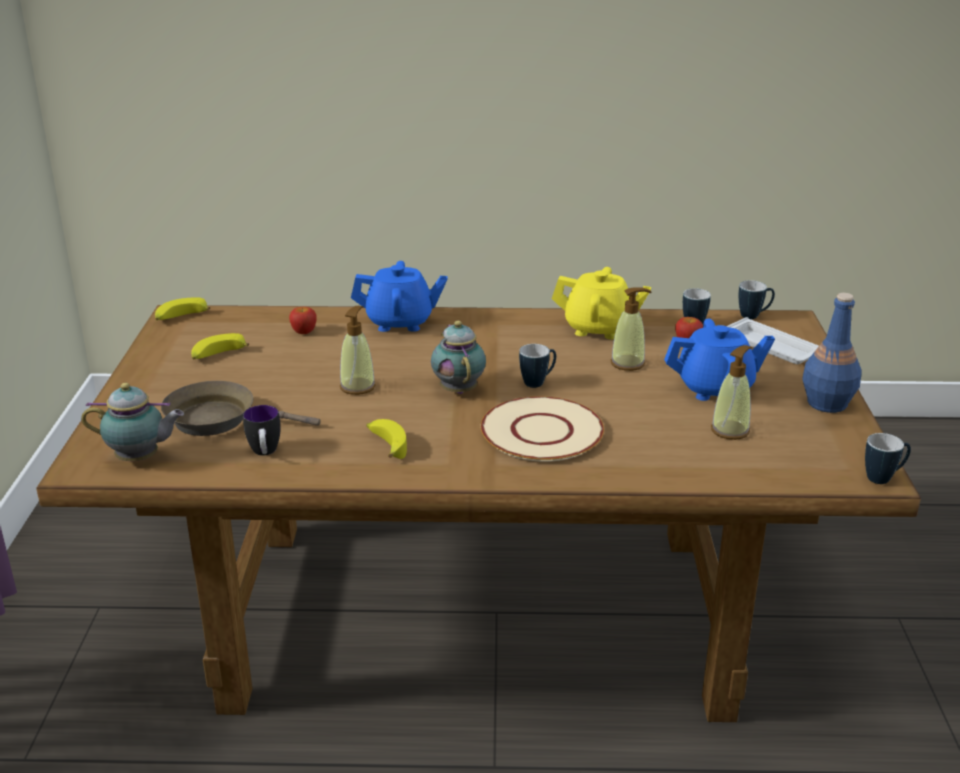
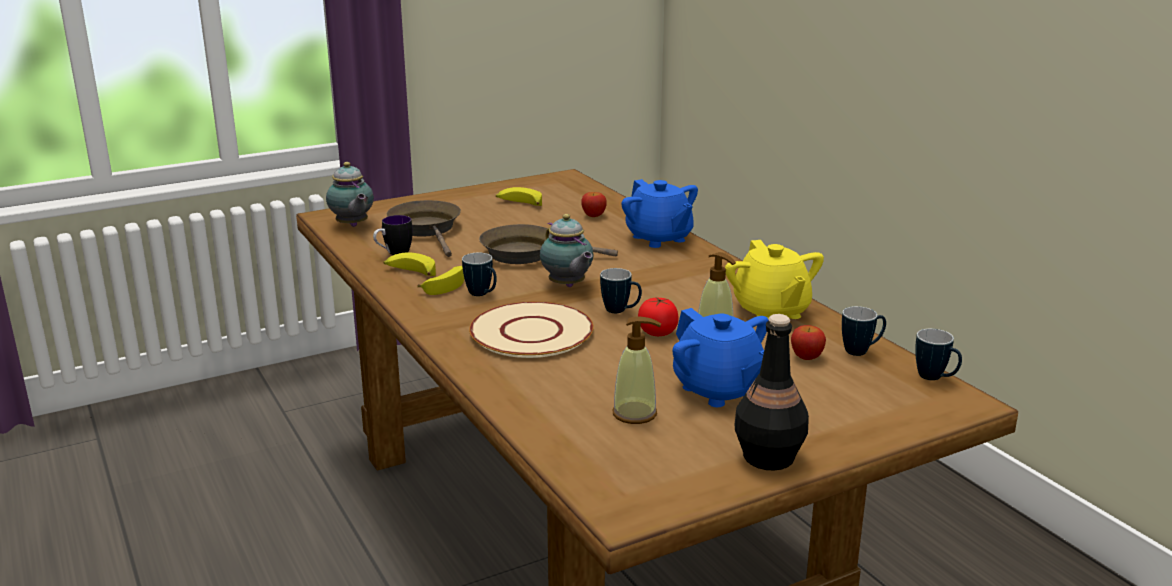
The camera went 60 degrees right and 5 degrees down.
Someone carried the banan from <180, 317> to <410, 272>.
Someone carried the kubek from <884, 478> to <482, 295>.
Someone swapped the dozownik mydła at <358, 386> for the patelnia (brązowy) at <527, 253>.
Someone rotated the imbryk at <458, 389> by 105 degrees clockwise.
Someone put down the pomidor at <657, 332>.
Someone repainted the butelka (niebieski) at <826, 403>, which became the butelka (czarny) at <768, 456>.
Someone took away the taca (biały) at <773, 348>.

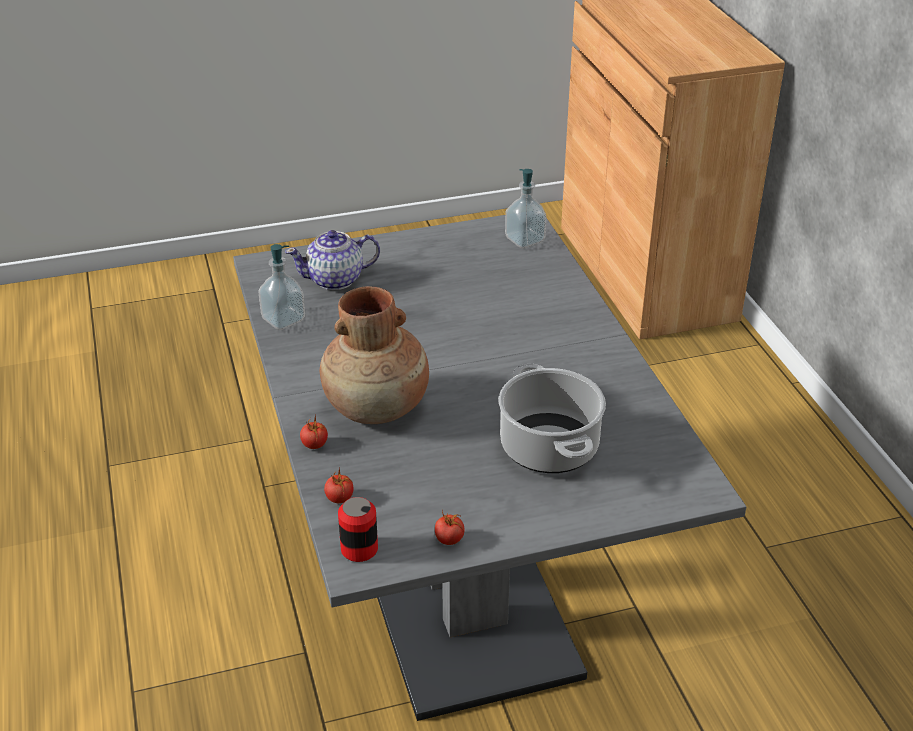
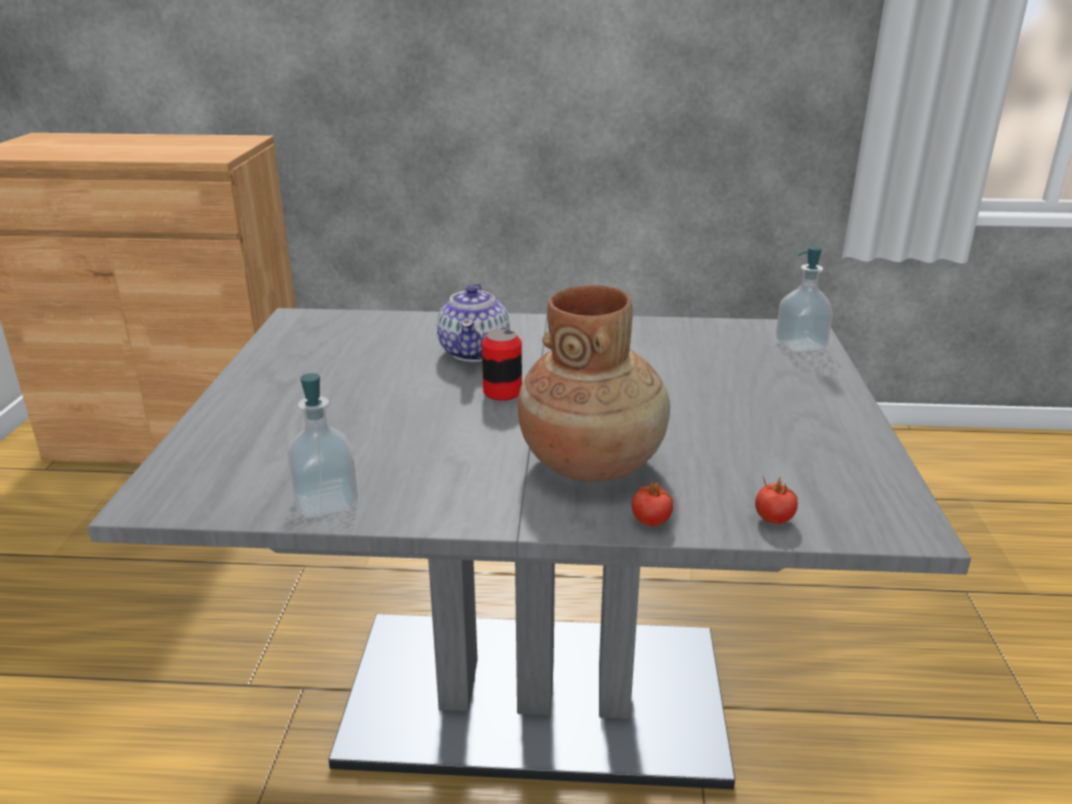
The camera went 70 degrees left and 10 degrees down.
Someone carried the imbryk from <336, 280> to <475, 351>.
Someone carried the puszka from <359, 549> to <502, 392>.
Someone carried the dozownik mydła from <524, 240> to <800, 345>.
Someone took away the pomidor at <449, 540>.
Someone took away the garnek at <550, 447>.

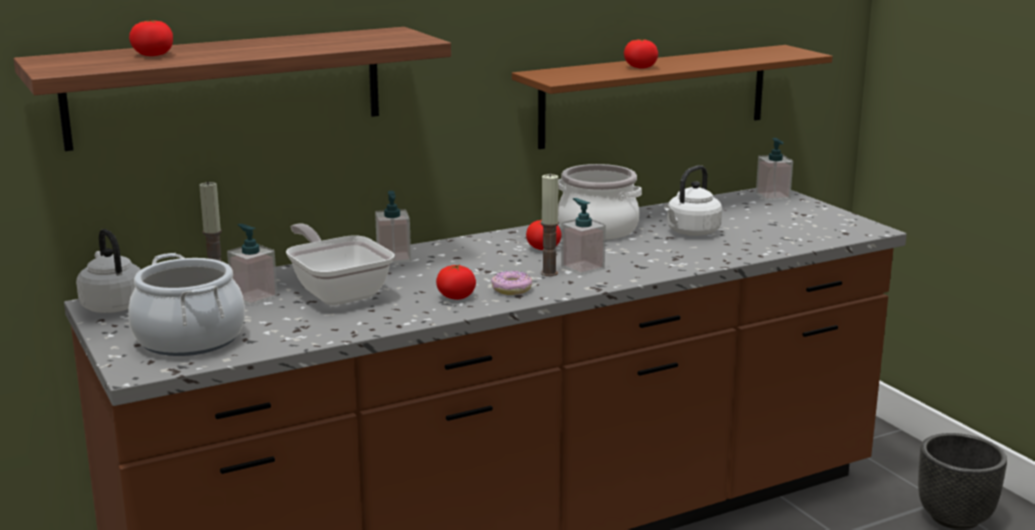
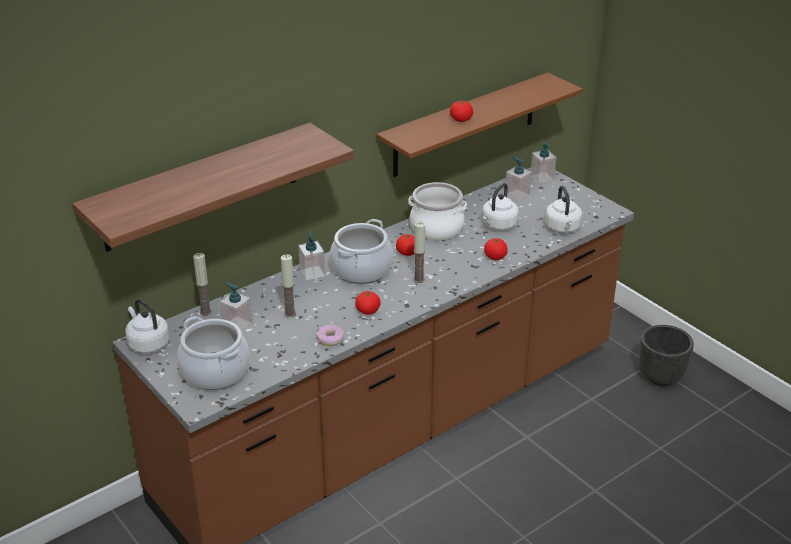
The camera went 10 degrees left and 15 degrees up.
Someone swapped the patelnia at <337, 292> for the świeca at <290, 314>.
Someone carried the donut from <511, 289> to <330, 339>.
Someone put down the garnek at <361, 270>.
Someone carried the pomidor from <153, 55> to <495, 257>.
Someone carried the dozownik mydła from <582, 268> to <517, 195>.
Someone put down the czajnik (biały) at <563, 228>.

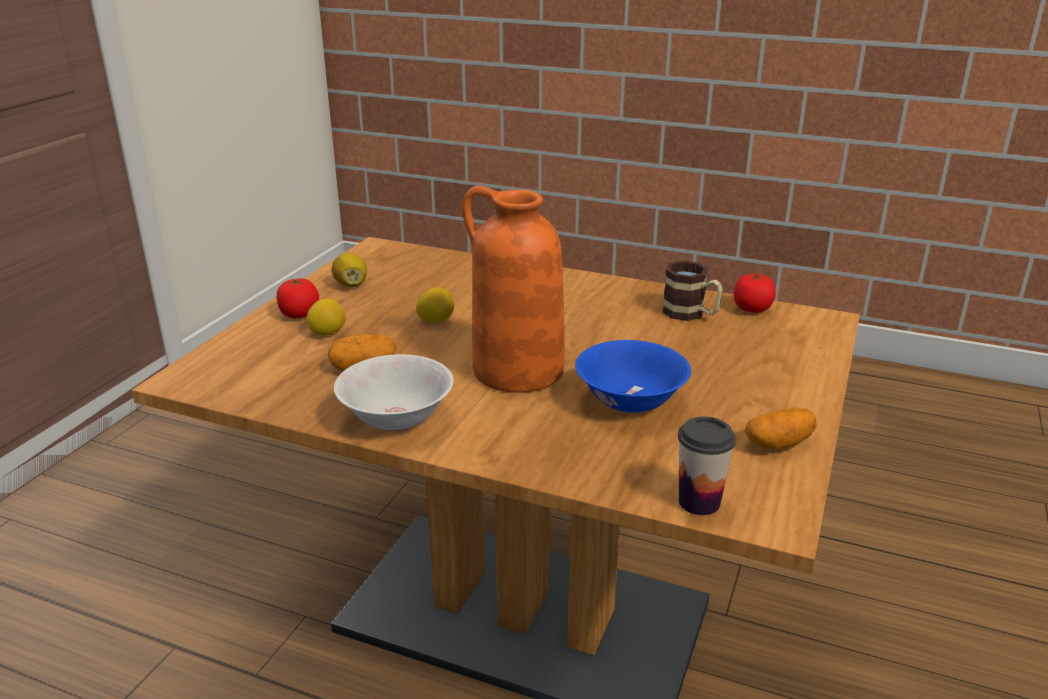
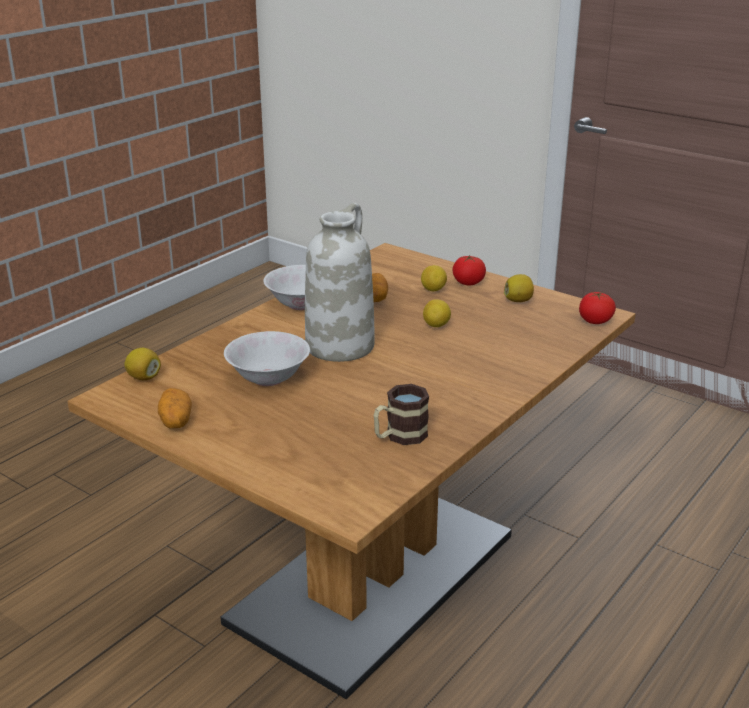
The camera went 105 degrees right and 0 degrees up.
Someone swapped the filiżanka at <699, 502> for the cytryna at <144, 377>.
Someone repainted the miska (niebieski) at <631, 402>, which became the miska (biały) at <268, 378>.
Someone repainted the wazon (pomarańczowy) at <516, 371>, which became the wazon (biały) at <340, 345>.
Someone carried the pomidor from <752, 309> to <595, 321>.

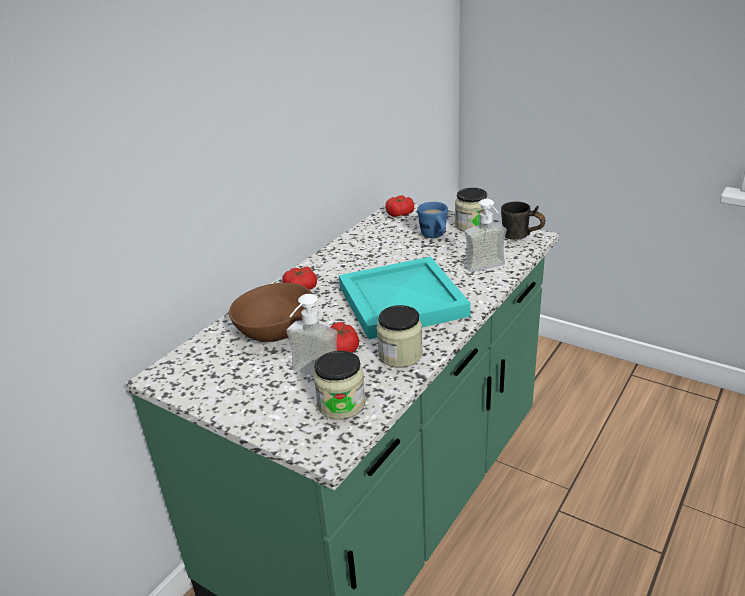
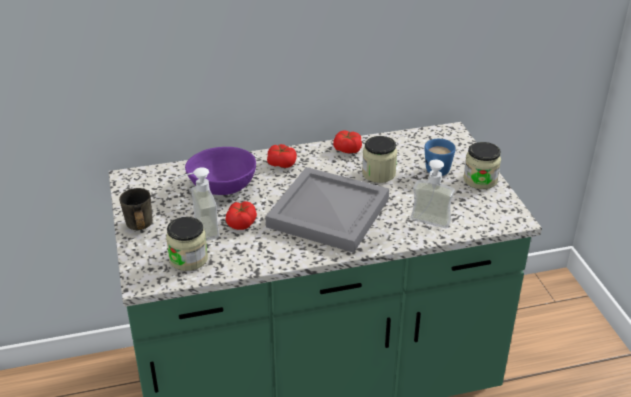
The camera went 40 degrees right and 5 degrees up.
Someone carried the kubek (szary) from <519, 238> to <137, 228>.
Someone repainted the miska (brązowy) at <277, 331>, which became the miska (fioletowy) at <224, 187>.
Someone repainted the taca (turkusowy) at <403, 300>, which became the taca (szary) at <330, 212>.
Someone carried the pomidor from <400, 213> to <347, 149>.
Someone carried the słoik from <400, 355> to <378, 173>.

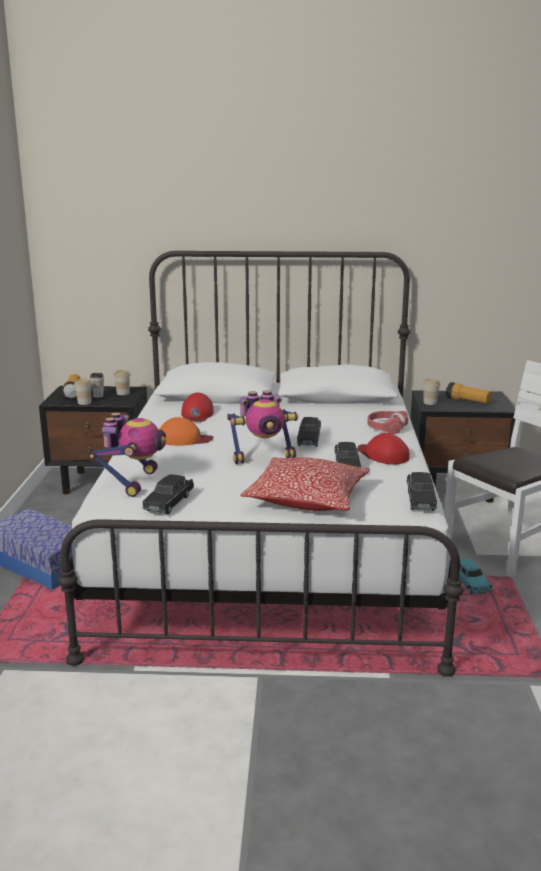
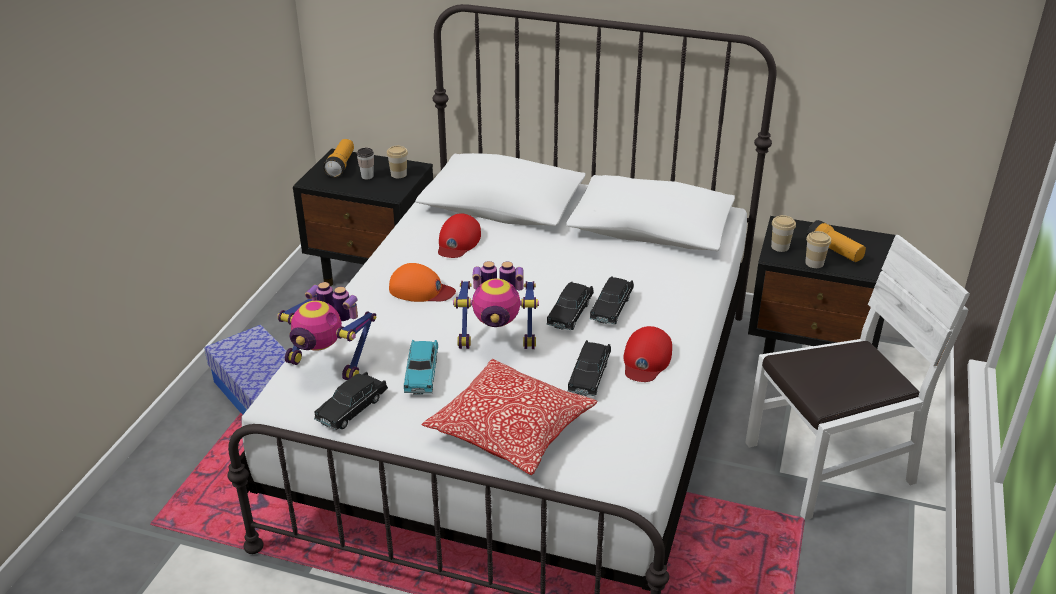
The camera went 15 degrees right and 15 degrees up.
Someone rotated the robot zabawkowy at <133, 482> by 90 degrees clockwise.
Someone carried the samochodzik (turkusowy) from <469, 583> to <422, 375>.
Someone carried the samochodzik (czarny) from <420, 500> to <611, 308>.
Someone rotated the czapka z daszkiem (czerwony) at <382, 455> by 135 degrees counterclockwise.
Someone carried the filiżanka from <84, 402> to <814, 263>.
Someone took away the słuchawki (czerwony) at <386, 427>.

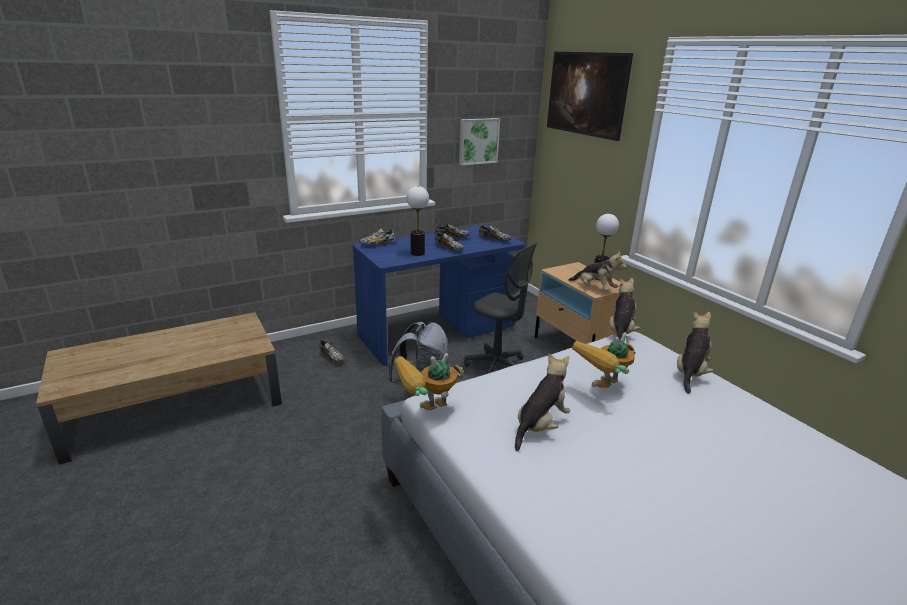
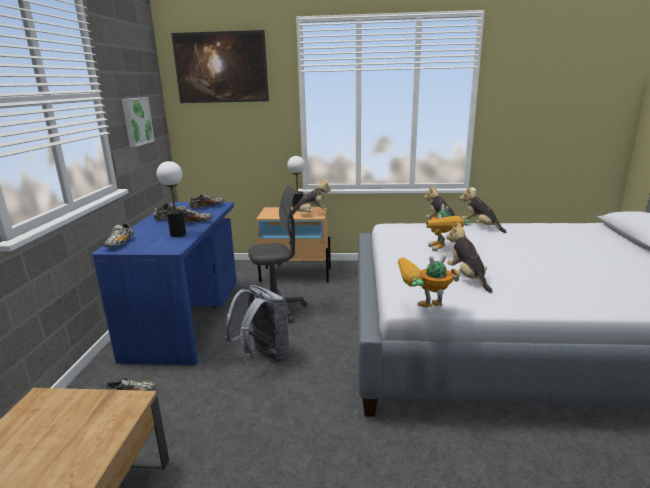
The camera went 55 degrees left and 5 degrees down.
Someone rotated the robot zabawkowy at <426, 414> by 75 degrees clockwise.
Someone carried the pluszak from <620, 332> to <480, 226>.

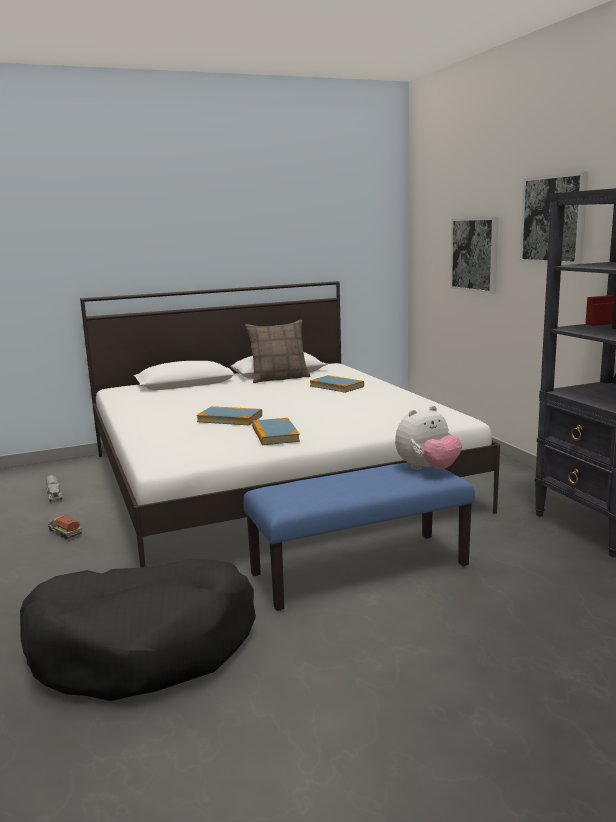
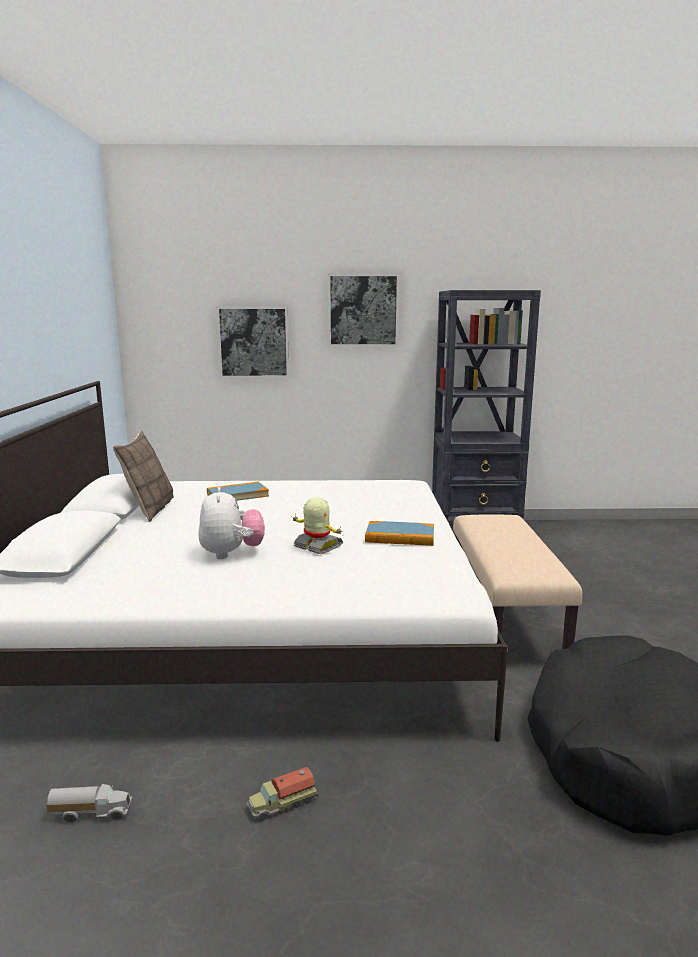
The camera went 70 degrees left and 0 degrees up.
Someone carried the pluszak from <427, 469> to <231, 554>.
Someone swapped the książka at <230, 419> for the robot zabawkowy at <317, 546>.
Someone repainted the ławka (niebieski) at <360, 569>, which became the ławka (beżowy) at <502, 619>.

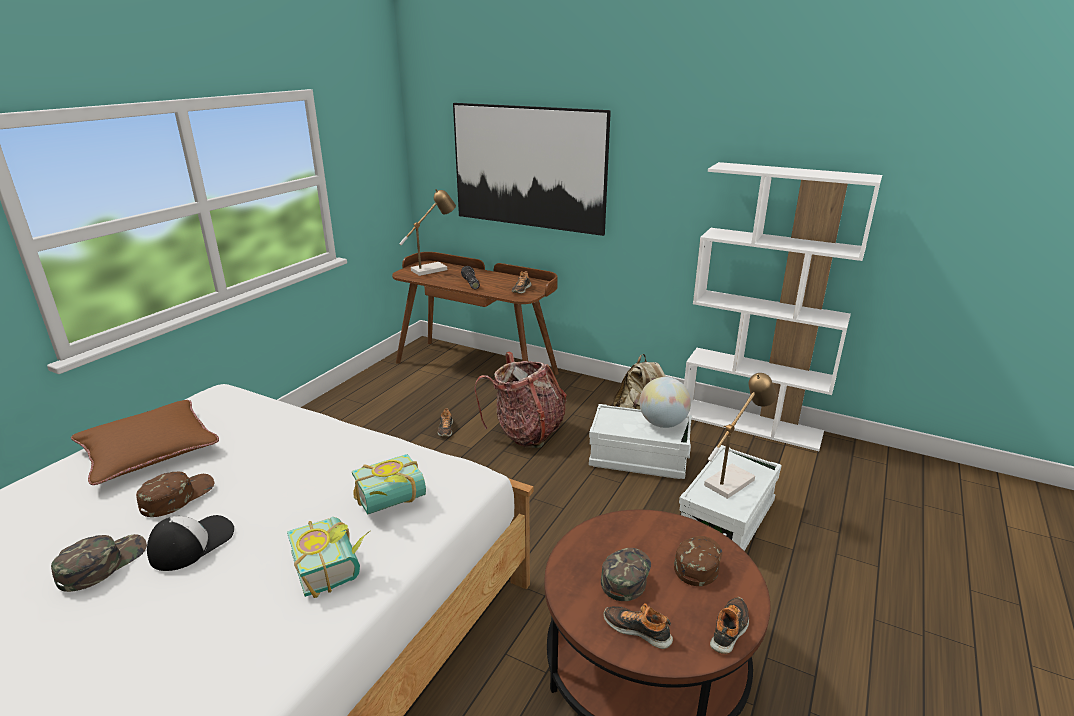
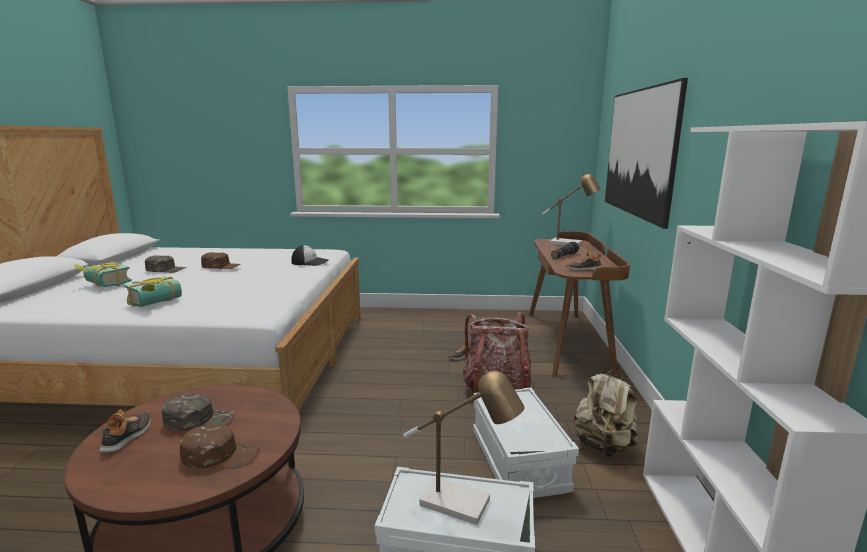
The camera went 65 degrees right and 10 degrees down.
Someone carried the książka from <393, 502> to <104, 285>.
Someone carried the czapka z daszkiem from <192, 543> to <310, 262>.
Someone took away the poduszka (brązowy) at <148, 450>.
Someone took away the globus at <662, 423>.
Someone took away the but at <730, 629>.

